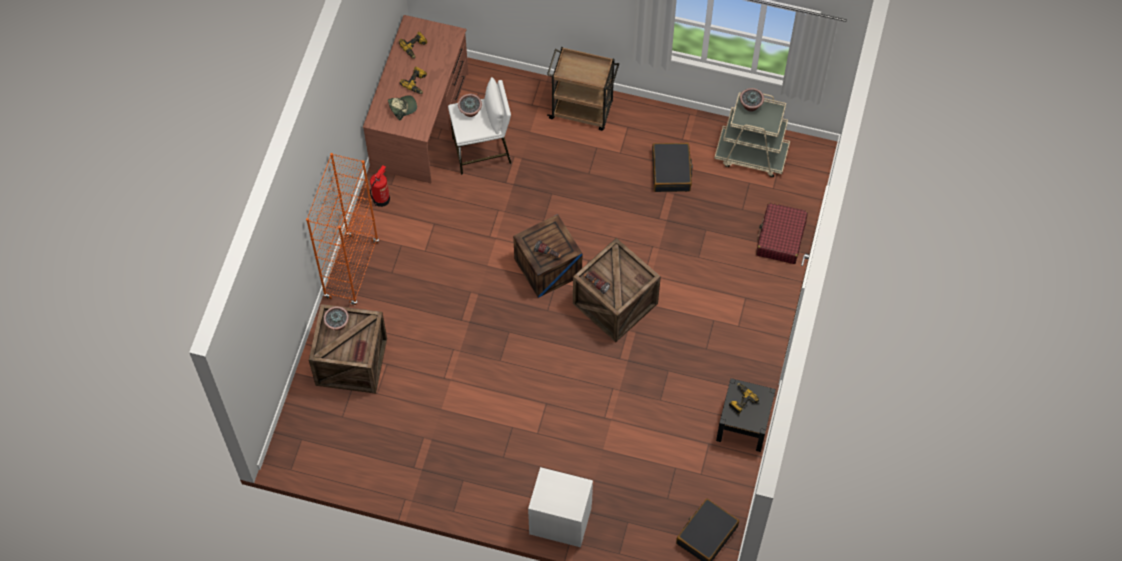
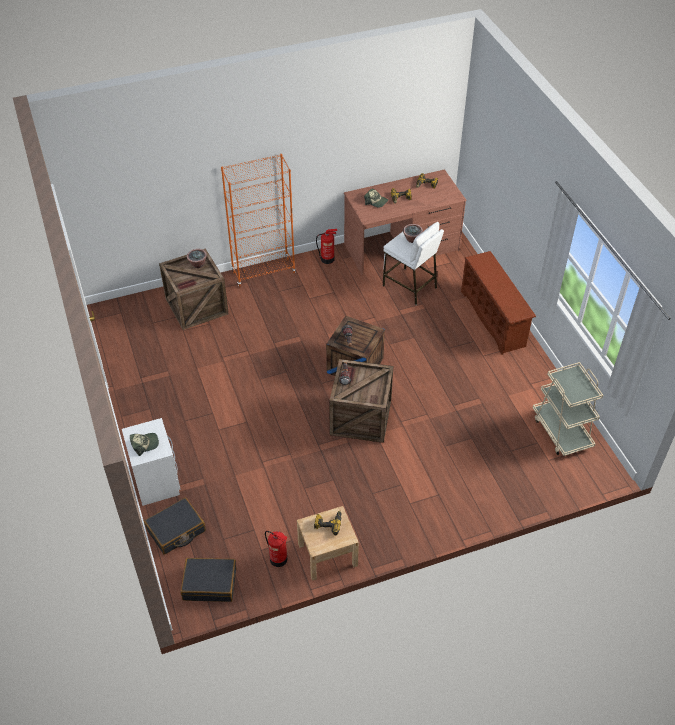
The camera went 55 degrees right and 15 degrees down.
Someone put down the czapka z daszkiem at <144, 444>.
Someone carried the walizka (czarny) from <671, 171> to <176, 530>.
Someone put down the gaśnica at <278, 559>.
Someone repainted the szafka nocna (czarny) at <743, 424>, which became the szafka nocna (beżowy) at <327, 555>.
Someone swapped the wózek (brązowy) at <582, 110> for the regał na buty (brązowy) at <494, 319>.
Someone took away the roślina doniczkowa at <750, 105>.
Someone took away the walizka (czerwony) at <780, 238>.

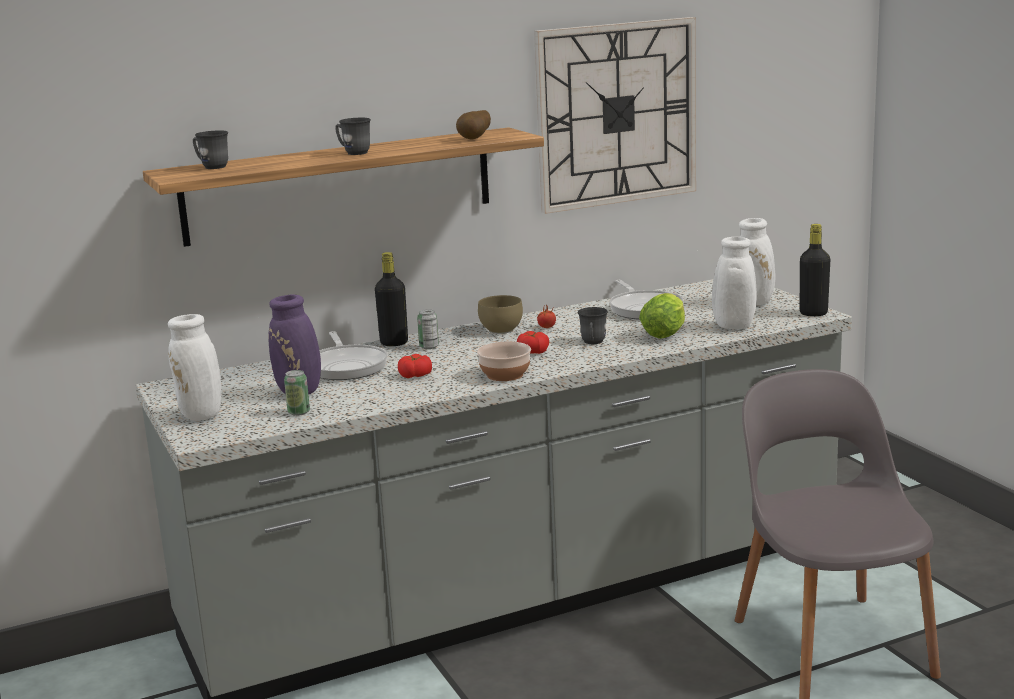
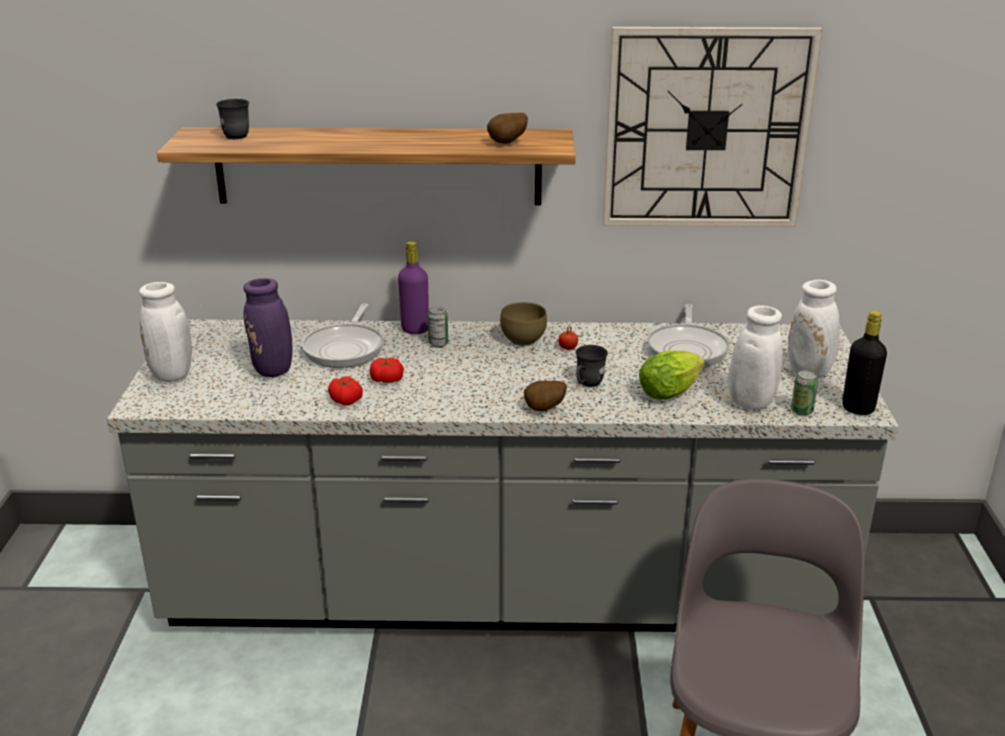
The camera went 25 degrees right and 10 degrees up.
Someone carried the pomidor from <533, 351> to <345, 399>.
Someone repainted the butelka (czarny) at <394, 343>, which became the butelka (fioletowy) at <415, 329>.
Someone put down the ziemniak at <544, 410>.
Someone carried the puszka from <299, 412> to <801, 411>.
Someone took away the kubek (szary) at <353, 152>.
Someone took away the miska at <504, 375>.

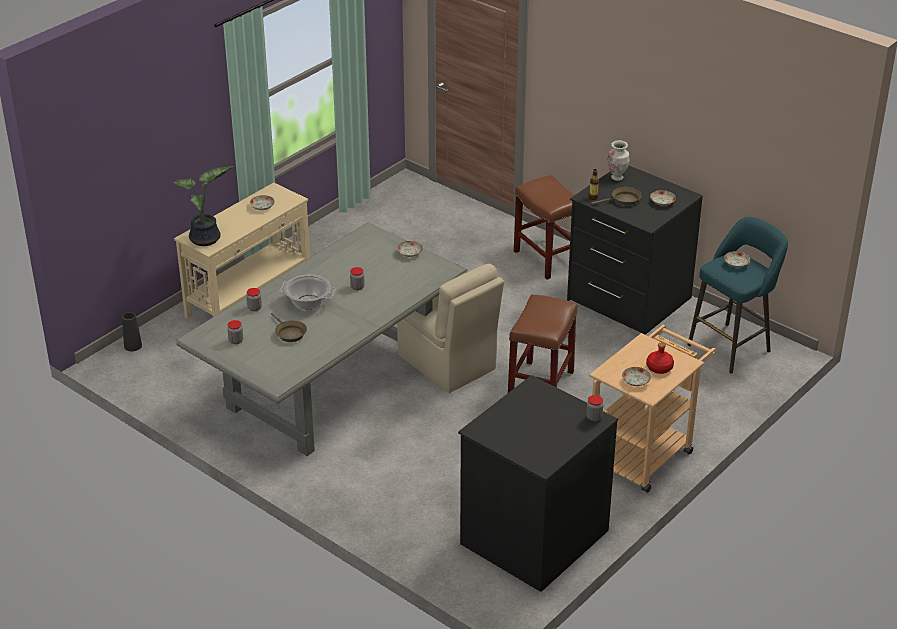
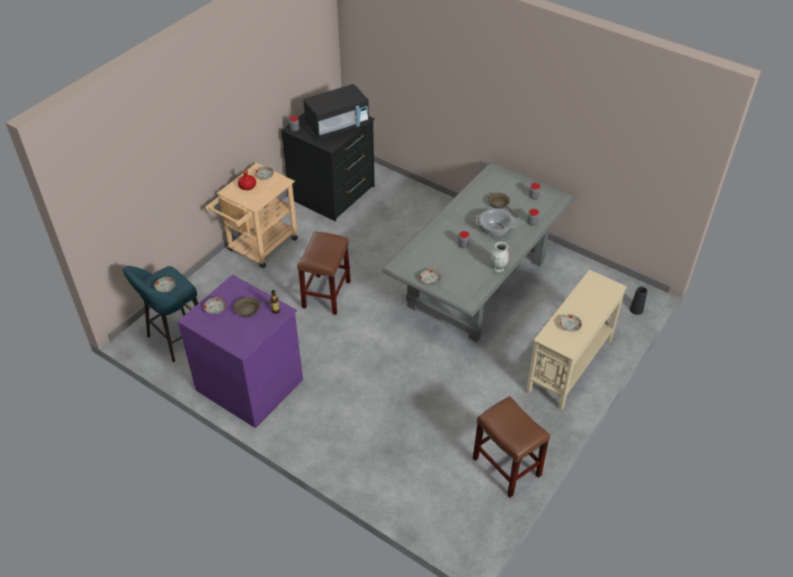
The camera went 175 degrees right and 10 degrees up.
Someone repainted the komoda (czarny) at <628, 299>, which became the komoda (fioletowy) at <250, 384>.
Someone put down the mikrofalówka (czarny) at <337, 126>.
Someone carried the stołek (brązowy) from <548, 259> to <505, 467>.
Someone carried the wazon from <617, 177> to <498, 269>.
Someone took away the roślina doniczkowa at <206, 239>.
Someone took away the krzesło (beżowy) at <448, 364>.

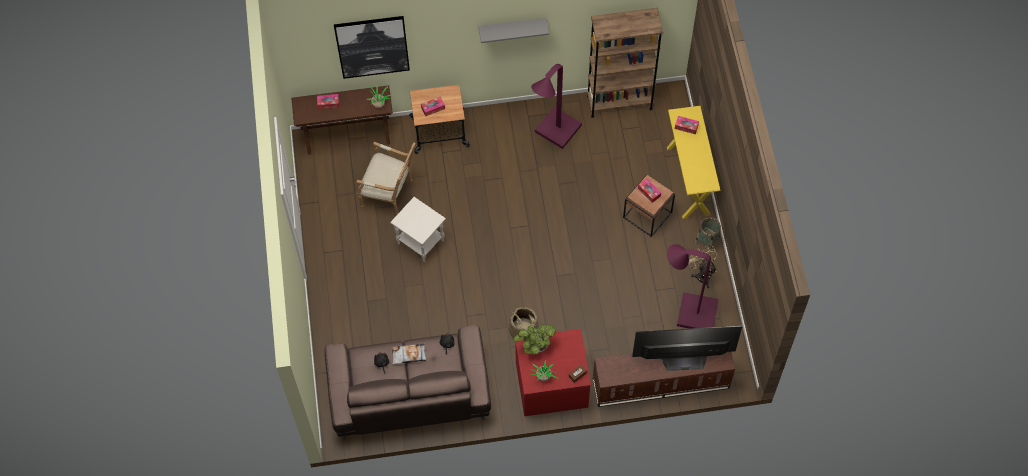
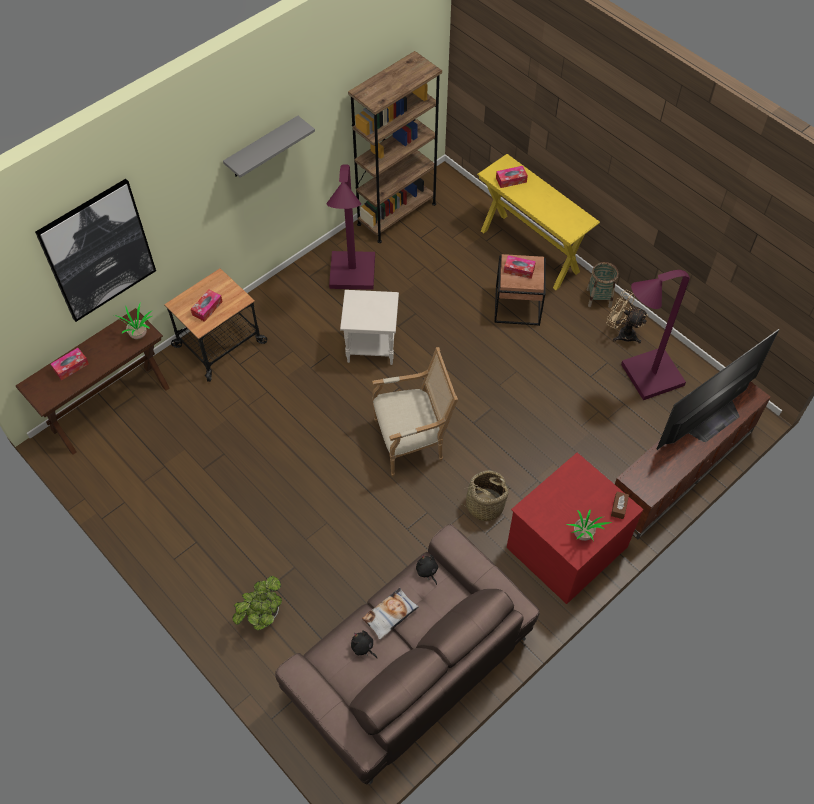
The camera went 35 degrees left and 5 degrees down.
Someone carried the roślina doniczkowa from <535, 346> to <262, 615>.
Someone carried the stolik (biały) from <421, 242> to <372, 346>.
Someone carried the fotel from <390, 193> to <412, 440>.

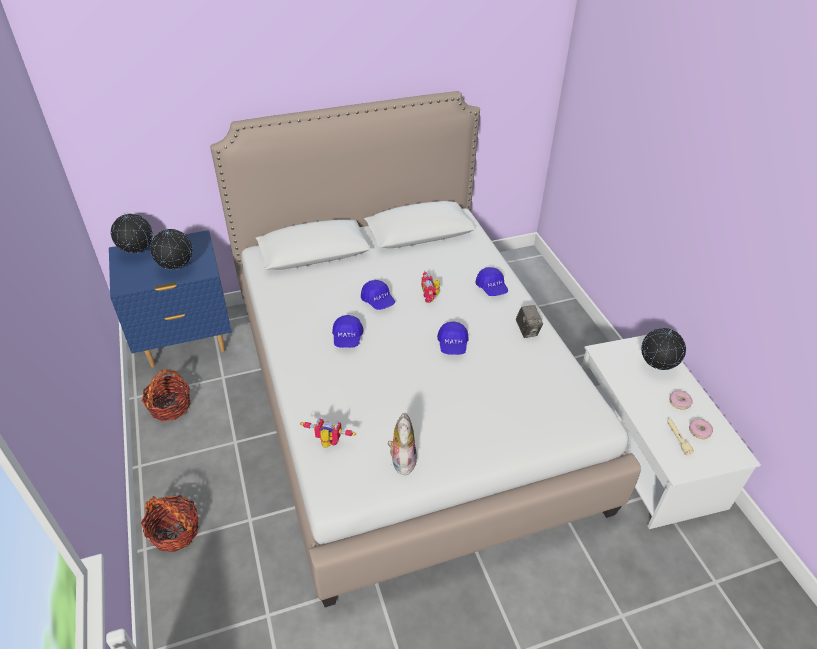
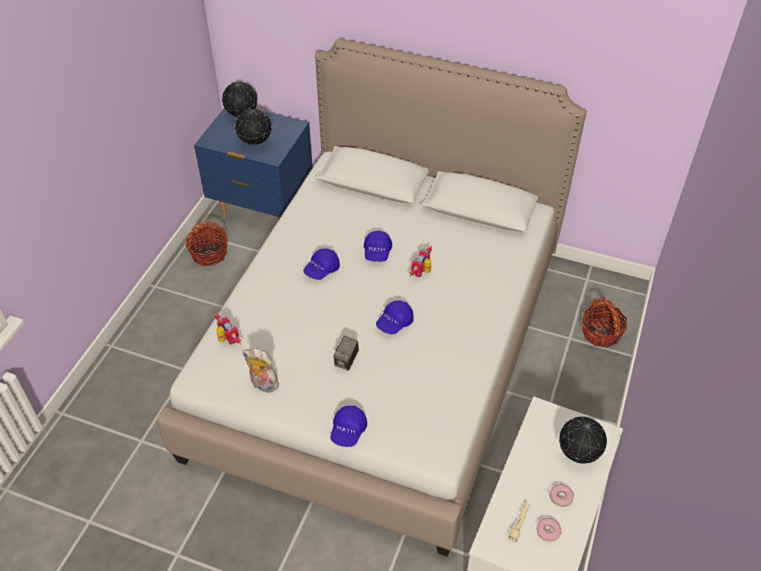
The camera went 40 degrees right and 5 degrees up.
Someone rotated the pluszak at <402, 460> by 105 degrees counterclockwise.
Someone carried the czapka z daszkiem (niebieski) from <491, 288> to <348, 431>.
Someone carried the aparat fotograficzny from <527, 330> to <346, 361>.
Someone carried the koszyk from <174, 531> to <600, 333>.

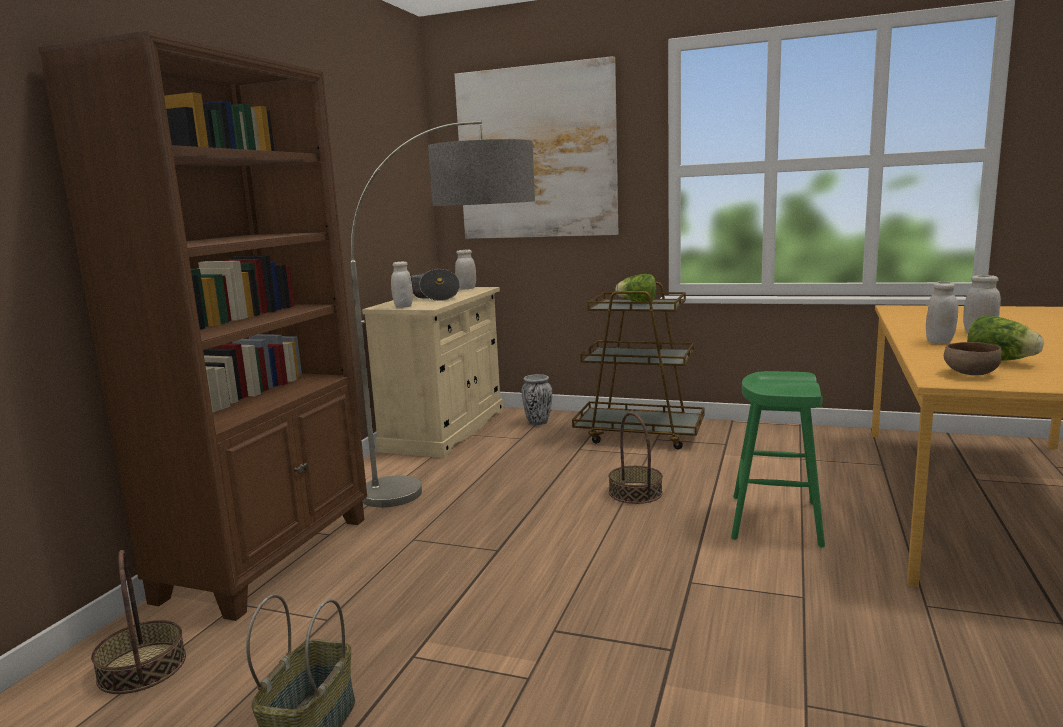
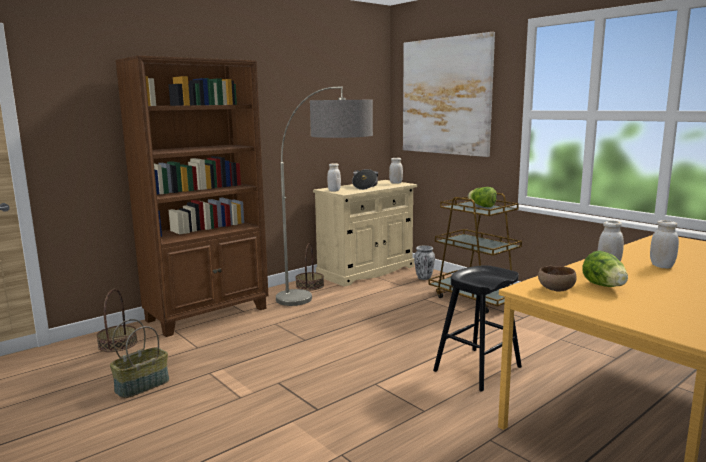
The camera went 30 degrees right and 0 degrees up.
Someone carried the koszyk from <635, 492> to <310, 285>.
Someone repainted the stołek (zielony) at <775, 520>, which became the stołek (czarny) at <477, 369>.

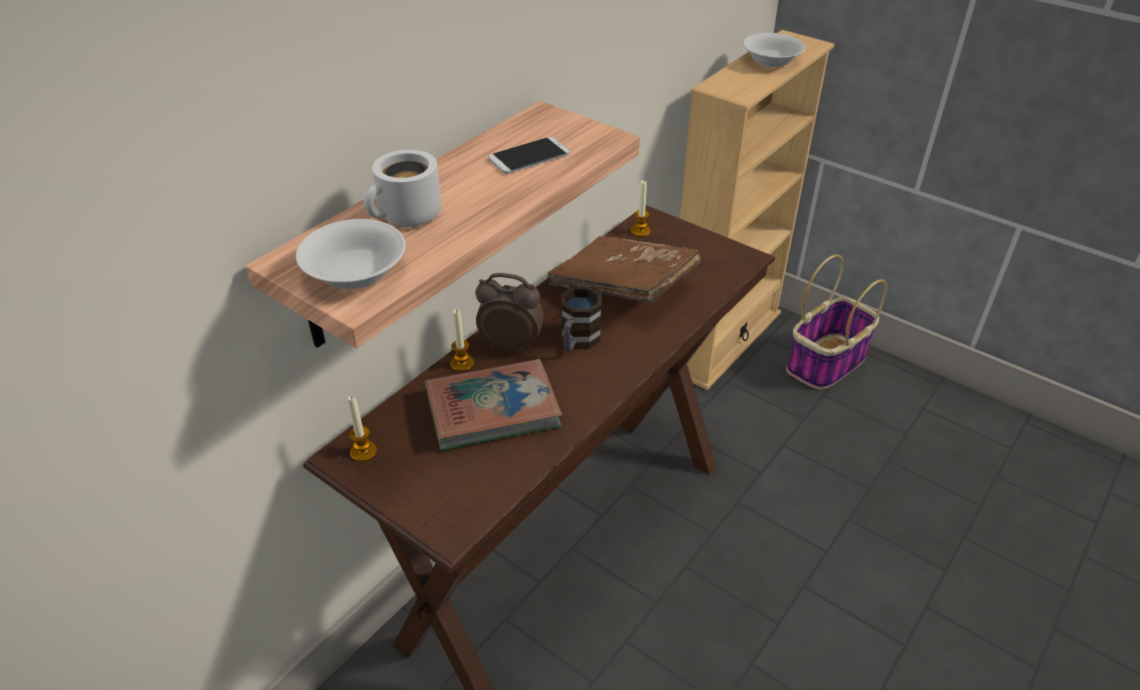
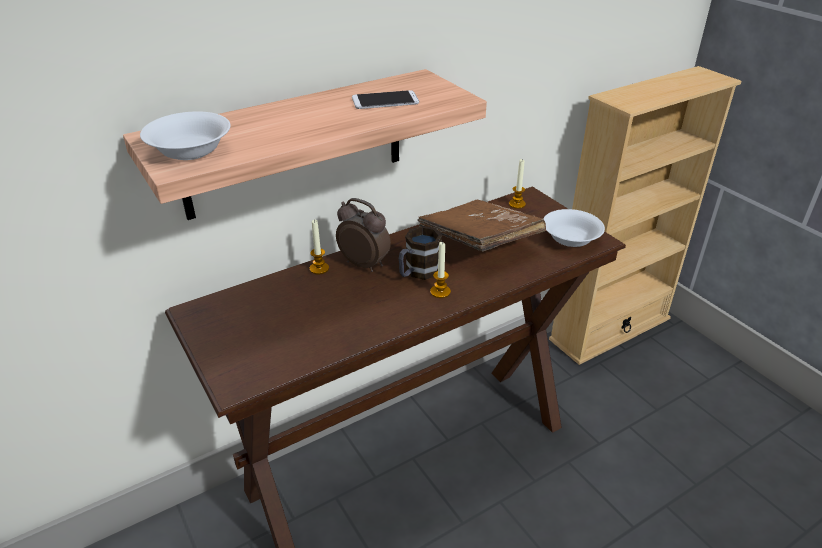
The camera went 20 degrees right and 5 degrees down.
Someone carried the świeca from <363, 451> to <440, 292>.
Someone carried the miska (biały) from <770, 61> to <570, 239>.
Someone took away the kubek (biały) at <408, 218>.
Someone took away the książka at <492, 410>.
Someone took away the koszyk at <826, 363>.

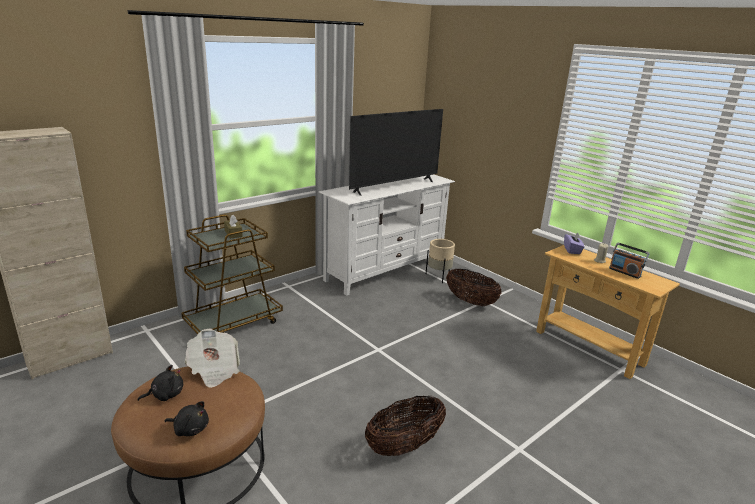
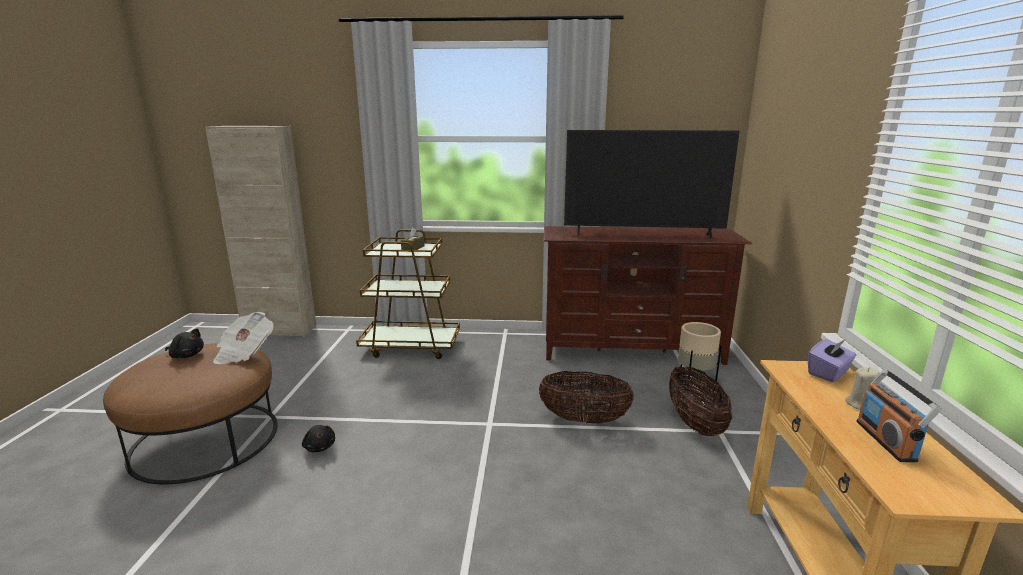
The camera went 45 degrees right and 5 degrees down.
Someone carried the pluszak (czarny) from <190, 429> to <319, 447>.
Someone carried the koszyk from <404, 445> to <584, 419>.
Someone repainted the szafka pod telewizor (biały) at <385, 270>, which became the szafka pod telewizor (brązowy) at <632, 351>.

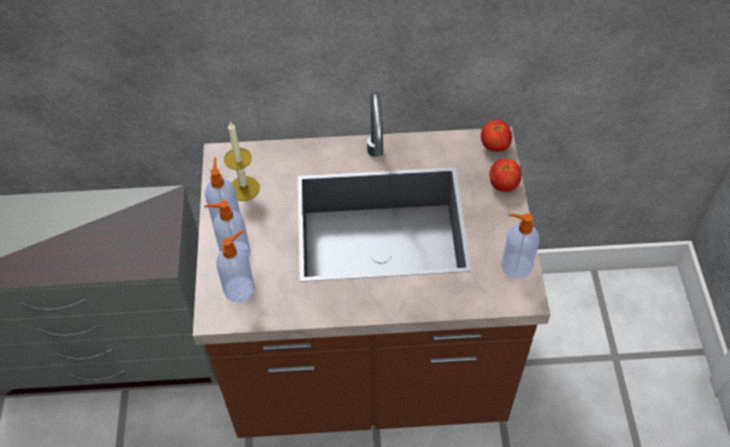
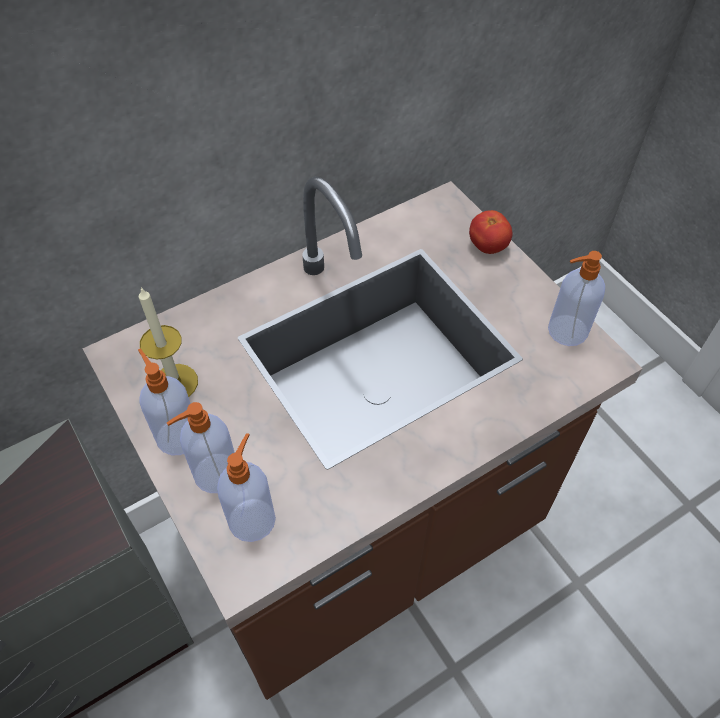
The camera went 30 degrees left and 0 degrees up.
Someone took away the pomidor at <494, 146>.

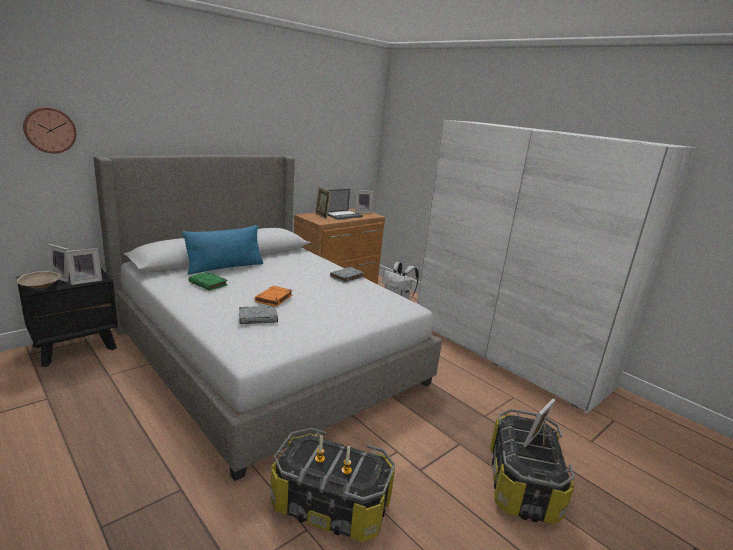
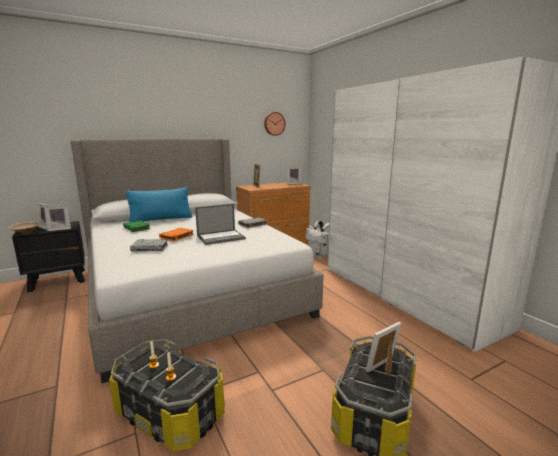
The camera went 15 degrees right and 5 degrees down.
Someone carried the laptop from <343, 215> to <221, 237>.
Someone carried the zegar ścienny from <49, 130> to <274, 123>.

